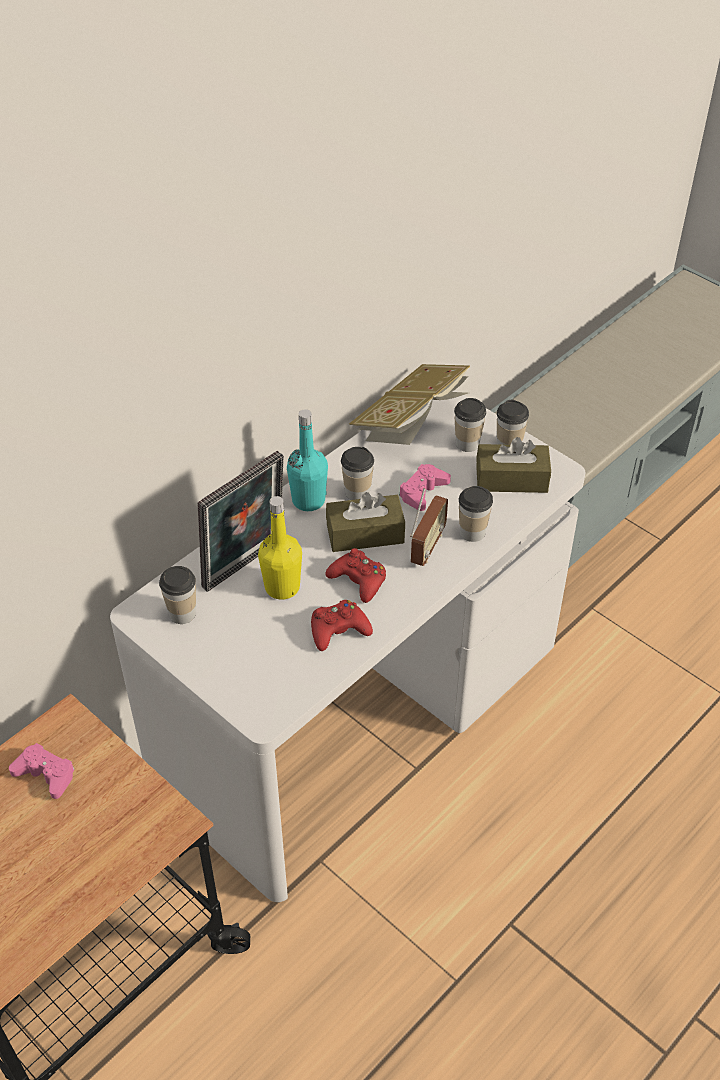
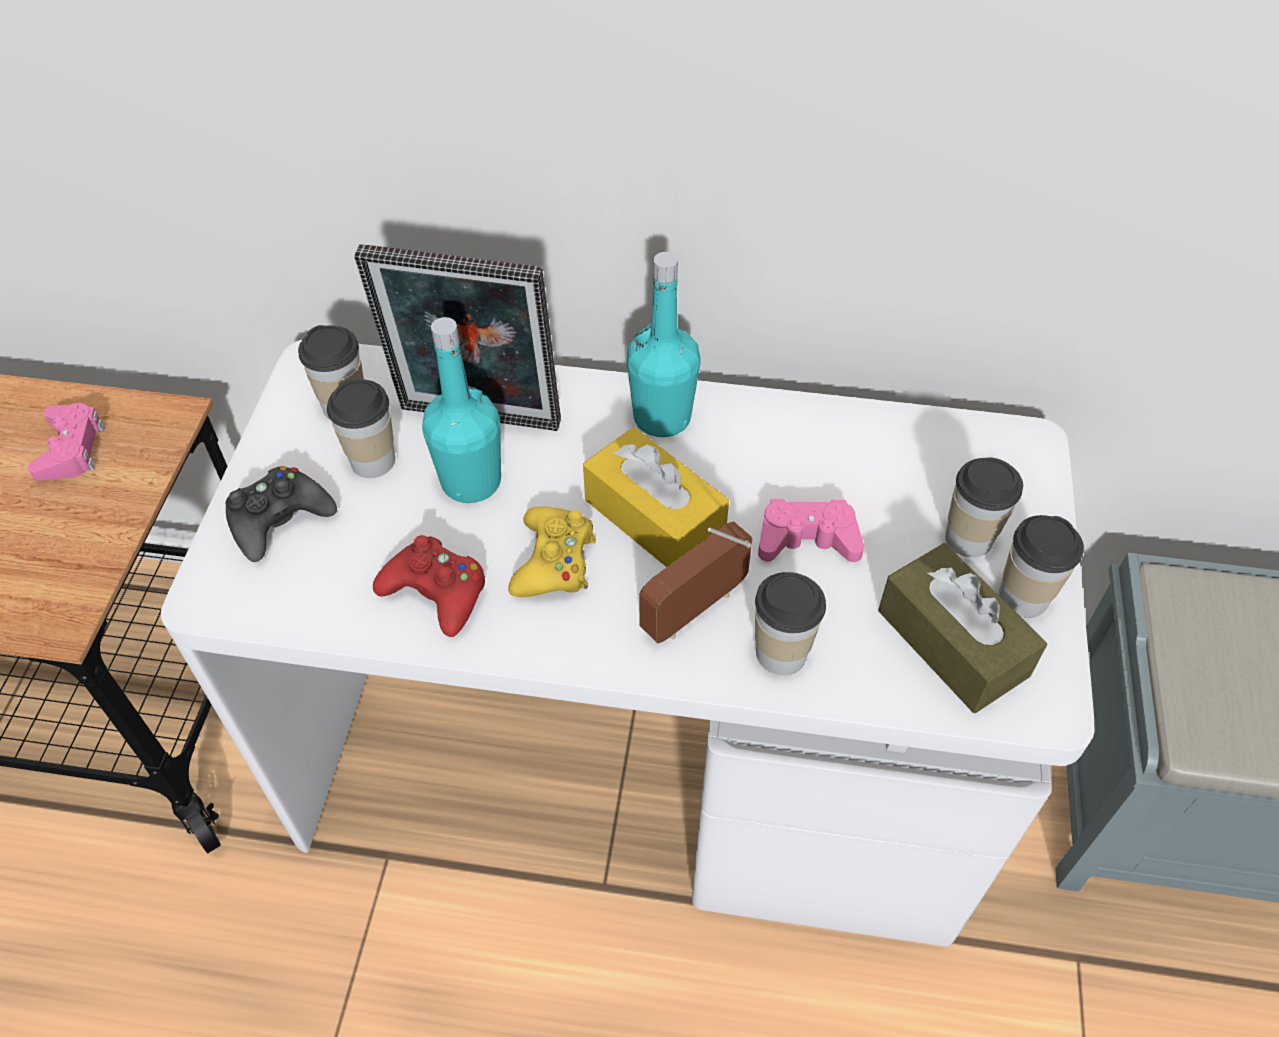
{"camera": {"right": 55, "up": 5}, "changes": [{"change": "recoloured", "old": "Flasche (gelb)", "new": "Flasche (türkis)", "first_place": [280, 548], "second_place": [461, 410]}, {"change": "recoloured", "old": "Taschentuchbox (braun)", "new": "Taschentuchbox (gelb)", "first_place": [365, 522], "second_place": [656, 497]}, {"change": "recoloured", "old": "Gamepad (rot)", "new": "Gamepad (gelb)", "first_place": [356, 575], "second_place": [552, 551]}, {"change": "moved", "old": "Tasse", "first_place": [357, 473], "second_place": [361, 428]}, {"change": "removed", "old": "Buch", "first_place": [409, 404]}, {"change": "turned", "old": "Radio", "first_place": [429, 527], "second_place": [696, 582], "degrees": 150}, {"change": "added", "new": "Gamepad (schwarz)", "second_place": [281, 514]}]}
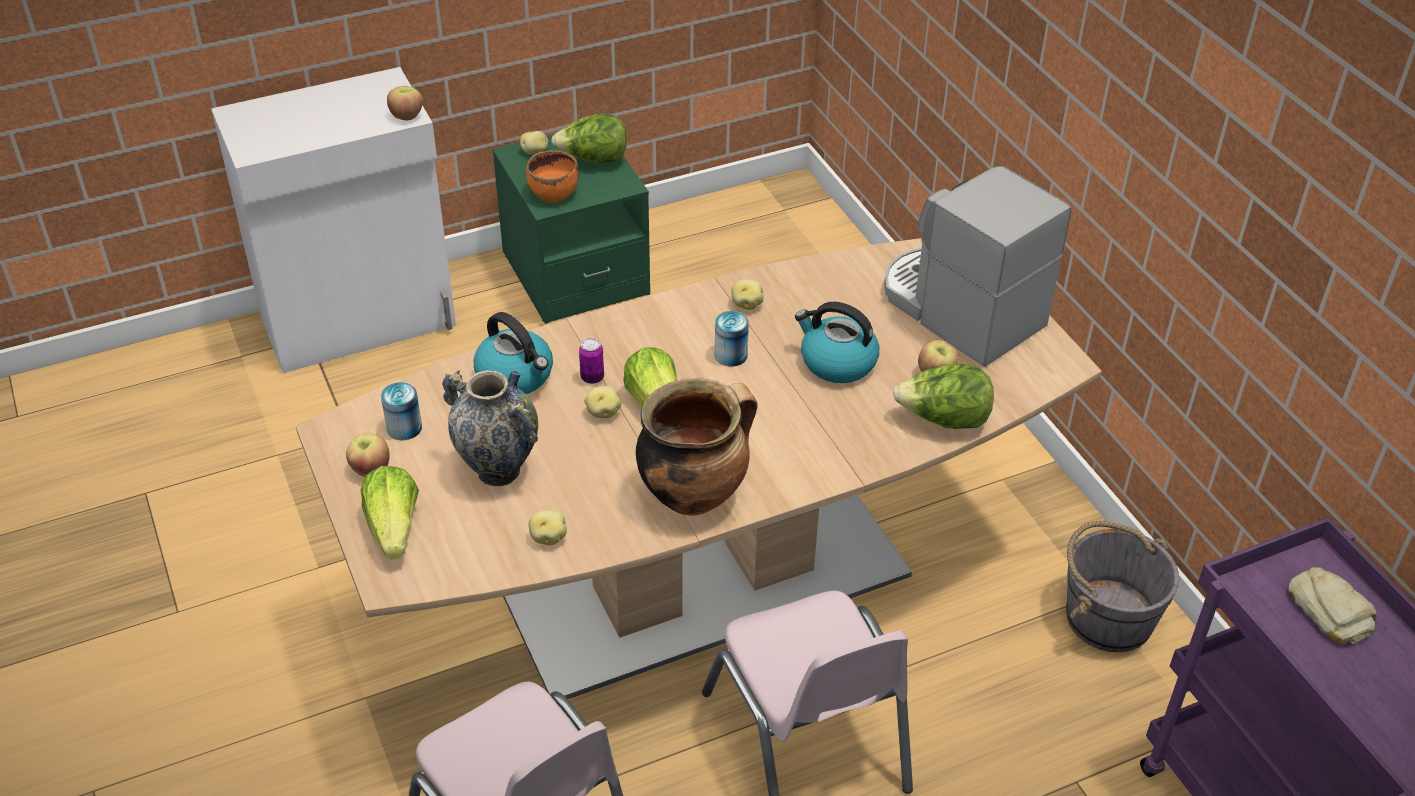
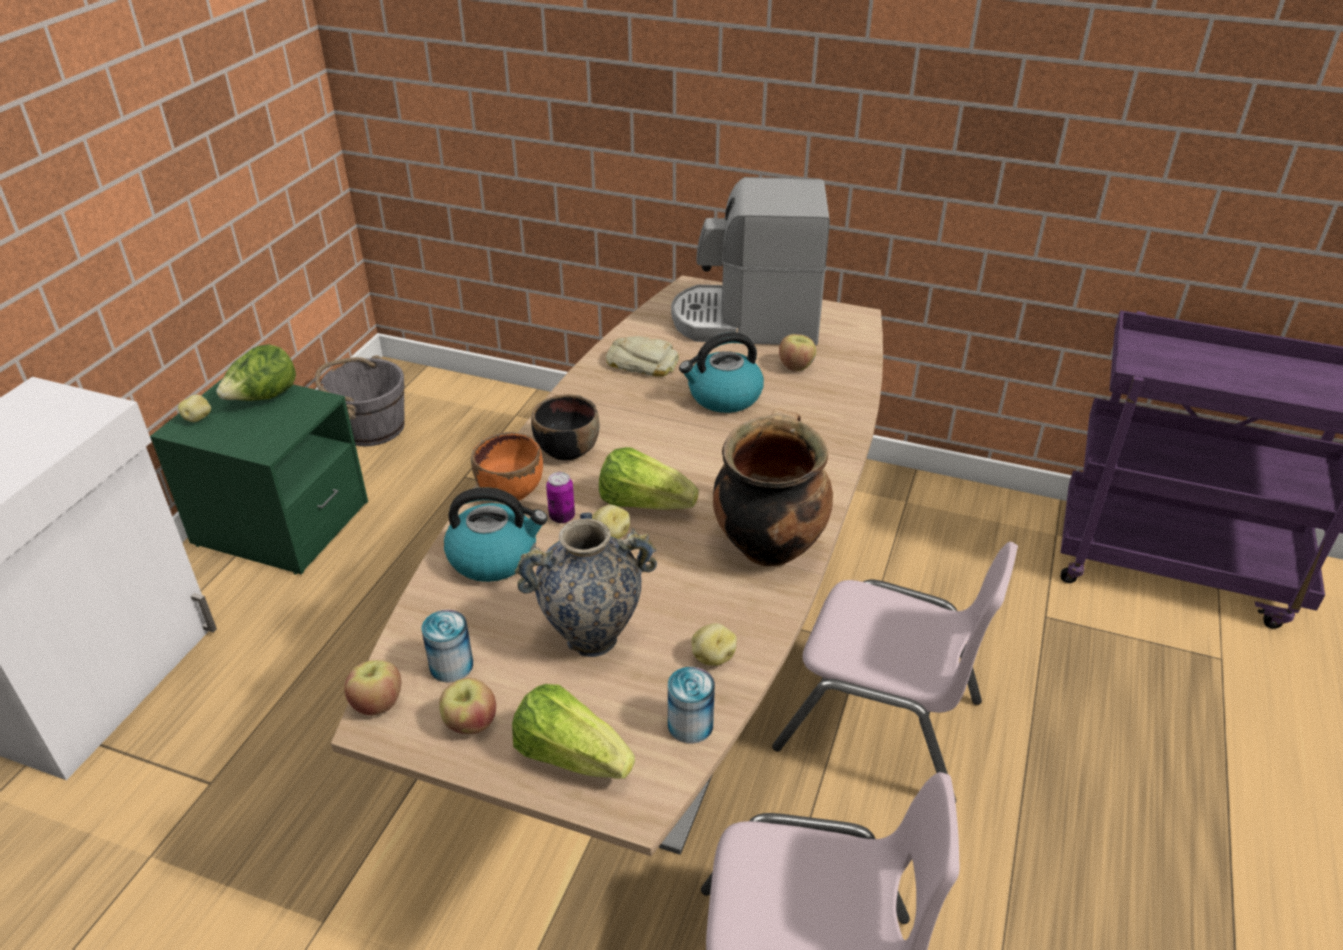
{"camera": {"right": -45, "up": -5}, "changes": [{"change": "moved", "old": "Apfel", "first_place": [405, 103], "second_place": [372, 687]}, {"change": "moved", "old": "Schüssel (orange)", "first_place": [552, 176], "second_place": [507, 466]}, {"change": "moved", "old": "Dose", "first_place": [732, 339], "second_place": [691, 705]}, {"change": "removed", "old": "Kartoffel", "first_place": [747, 294]}, {"change": "removed", "old": "Salatkopf", "first_place": [943, 396]}, {"change": "moved", "old": "Eimer (grau)", "first_place": [1122, 586], "second_place": [360, 400]}, {"change": "moved", "old": "Brot", "first_place": [1332, 605], "second_place": [642, 356]}, {"change": "added", "new": "Schüssel (schwarz)", "second_place": [565, 427]}]}
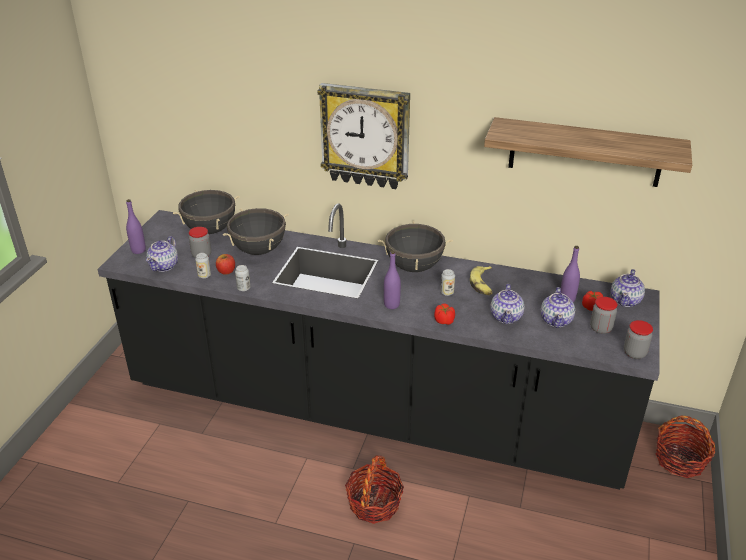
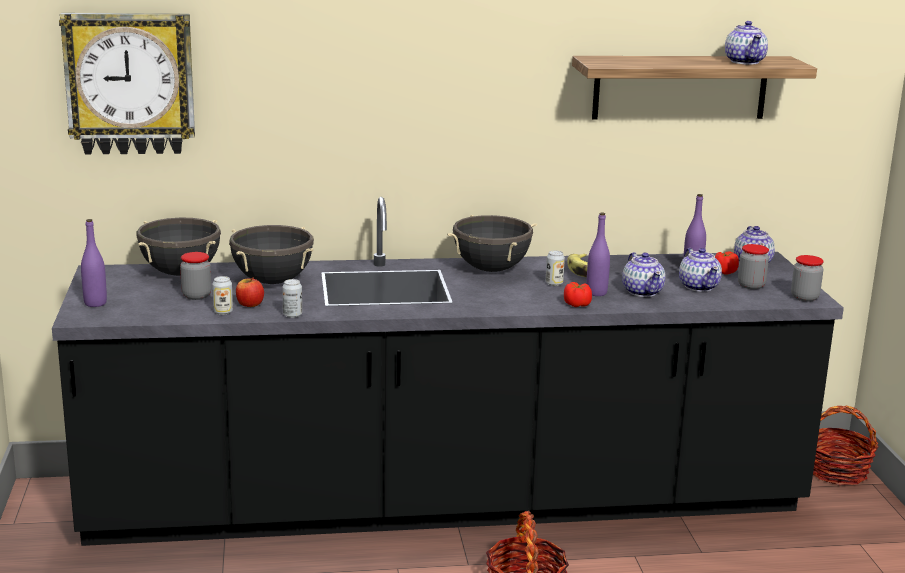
{"camera": {"right": -25, "up": -15}, "changes": [{"change": "moved", "old": "Teekanne", "first_place": [162, 254], "second_place": [746, 43]}, {"change": "moved", "old": "Wanduhr", "first_place": [364, 136], "second_place": [127, 84]}, {"change": "moved", "old": "Flasche (lila)", "first_place": [392, 280], "second_place": [598, 254]}]}
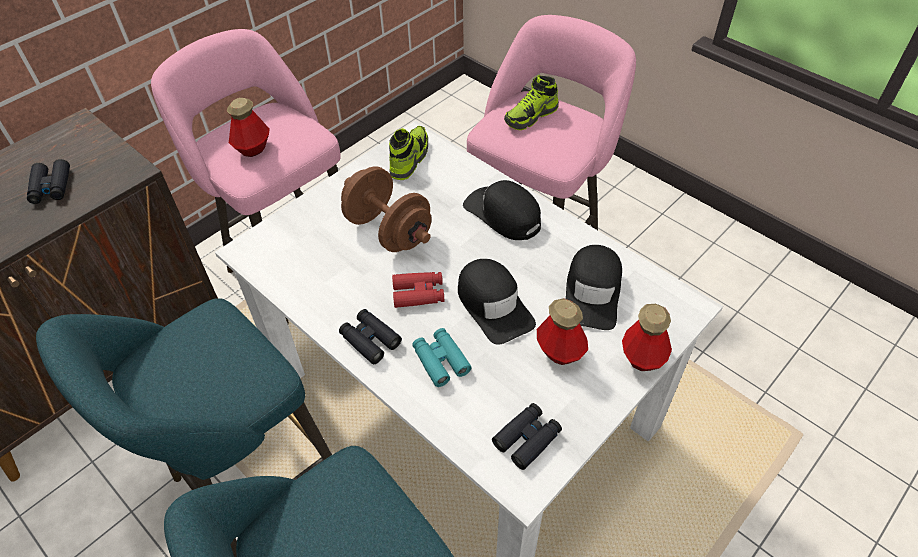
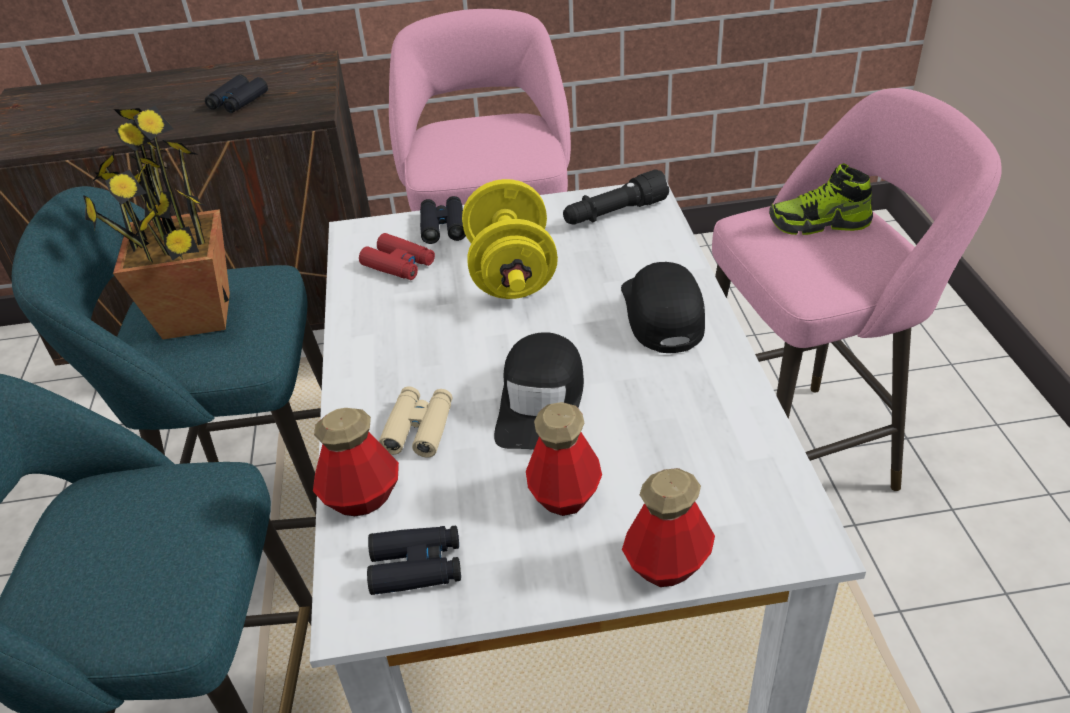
{"camera": {"right": 40, "up": -10}, "changes": [{"change": "moved", "old": "Flasche", "first_place": [248, 127], "second_place": [356, 462]}, {"change": "moved", "old": "Fernglas (schwarz)", "first_place": [370, 336], "second_place": [443, 220]}, {"change": "recoloured", "old": "Hantel (braun)", "new": "Hantel (gelb)", "first_place": [386, 209], "second_place": [510, 239]}, {"change": "replaced", "old": "Schuh", "new": "Taschenlampe (schwarz)", "first_place": [408, 153], "second_place": [616, 197]}, {"change": "moved", "old": "Fernglas (rot)", "first_place": [418, 290], "second_place": [397, 256]}, {"change": "recoloured", "old": "Fernglas (türkis)", "new": "Fernglas (beige)", "first_place": [442, 357], "second_place": [415, 422]}, {"change": "removed", "old": "Kappe (schwarz)", "first_place": [594, 287]}, {"change": "added", "new": "Topfpflanze", "second_place": [156, 222]}]}
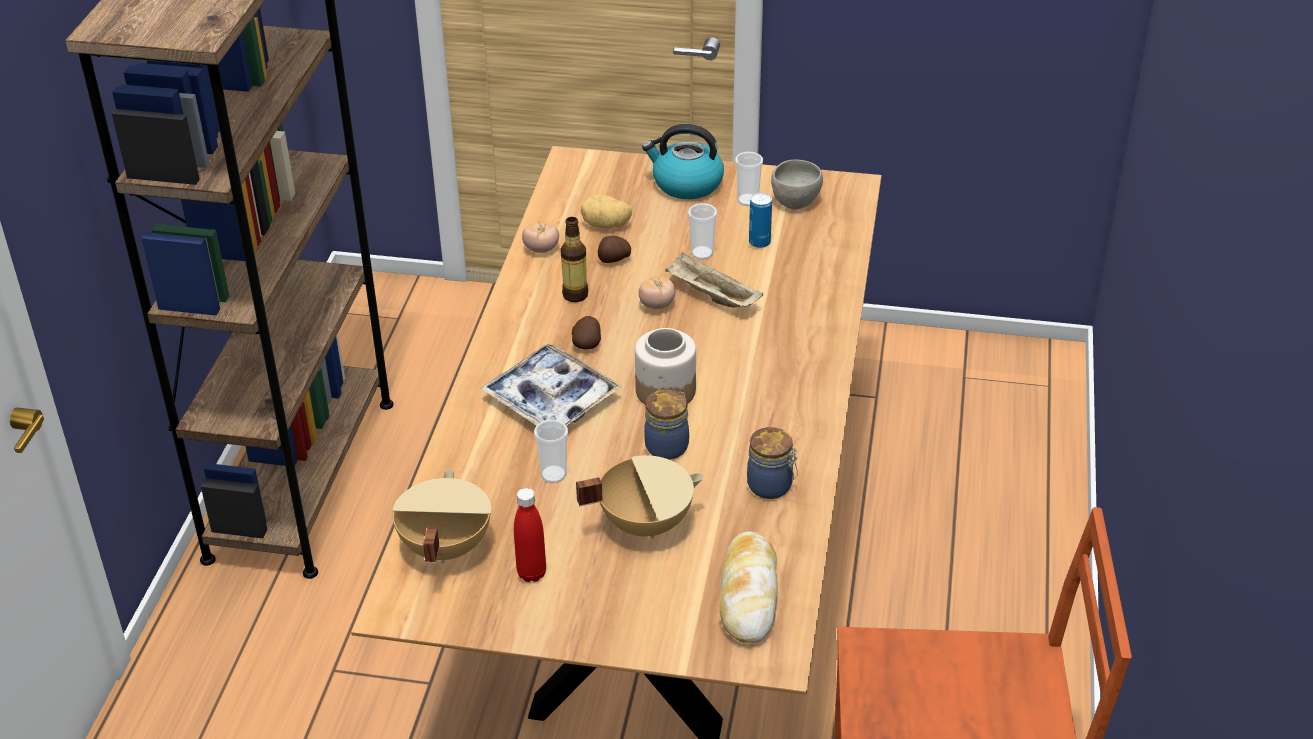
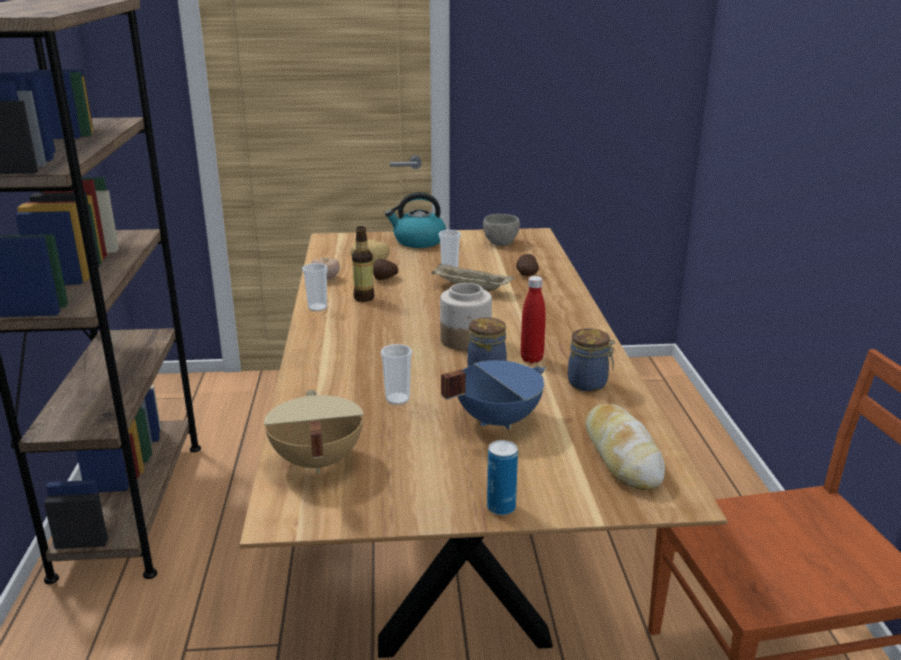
{"camera": {"right": -15, "up": -15}, "changes": [{"change": "removed", "old": "Tablett", "first_place": [551, 385]}, {"change": "moved", "old": "Flasche (rot)", "first_place": [530, 535], "second_place": [533, 319]}, {"change": "moved", "old": "Kartoffel", "first_place": [586, 332], "second_place": [527, 265]}, {"change": "recoloured", "old": "Kochtopf (beige)", "new": "Kochtopf (blau)", "first_place": [640, 497], "second_place": [493, 395]}, {"change": "removed", "old": "Tomate", "first_place": [657, 292]}, {"change": "moved", "old": "Tasse", "first_place": [749, 179], "second_place": [314, 287]}, {"change": "moved", "old": "Dose", "first_place": [760, 220], "second_place": [502, 477]}]}
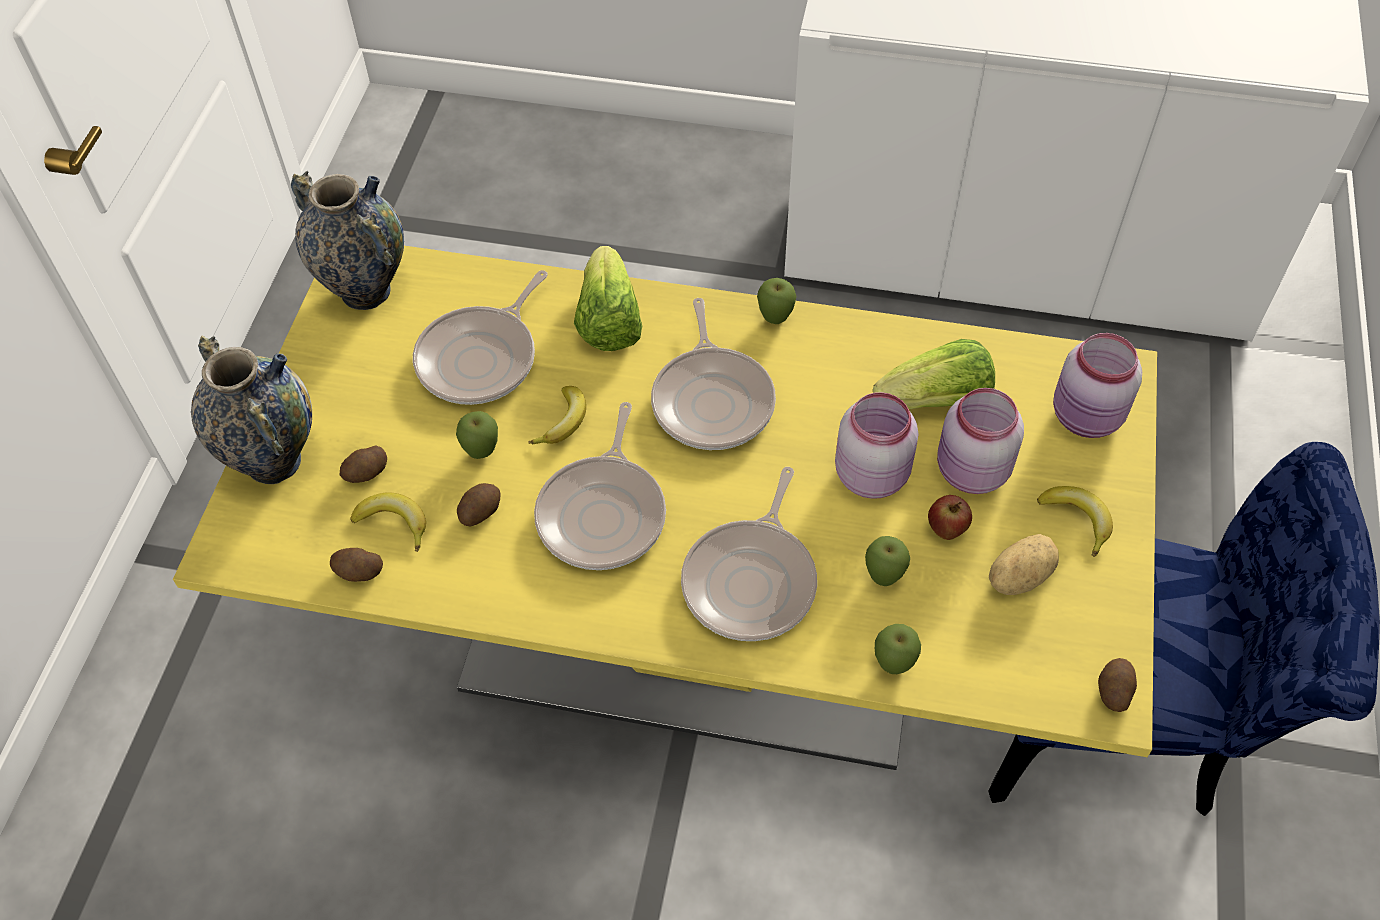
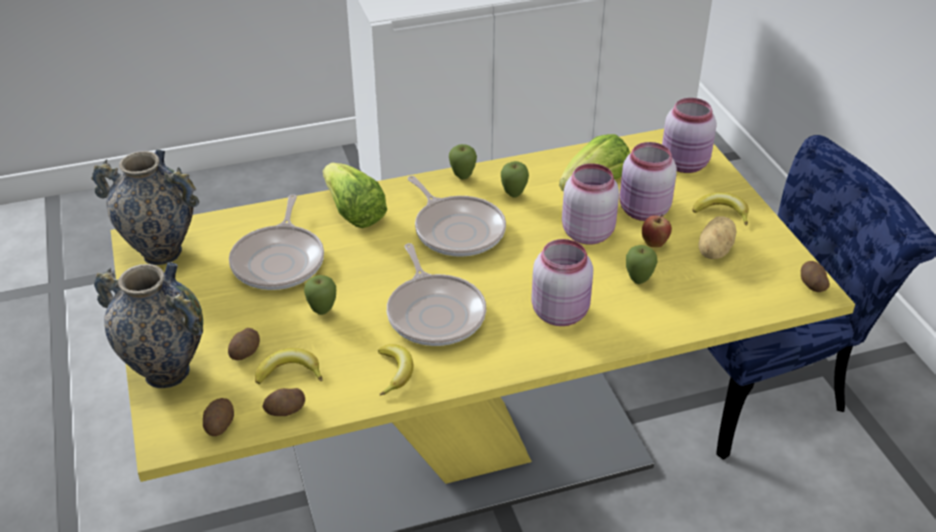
{"camera": {"right": -30, "up": -15}, "changes": [{"change": "moved", "old": "Kartoffel", "first_place": [479, 504], "second_place": [218, 417]}, {"change": "moved", "old": "Banane", "first_place": [557, 415], "second_place": [395, 370]}, {"change": "replaced", "old": "Pfanne", "new": "Vorratsglas (rosa)", "first_place": [749, 554], "second_place": [562, 282]}, {"change": "moved", "old": "Apfel", "first_place": [898, 649], "second_place": [515, 179]}]}
